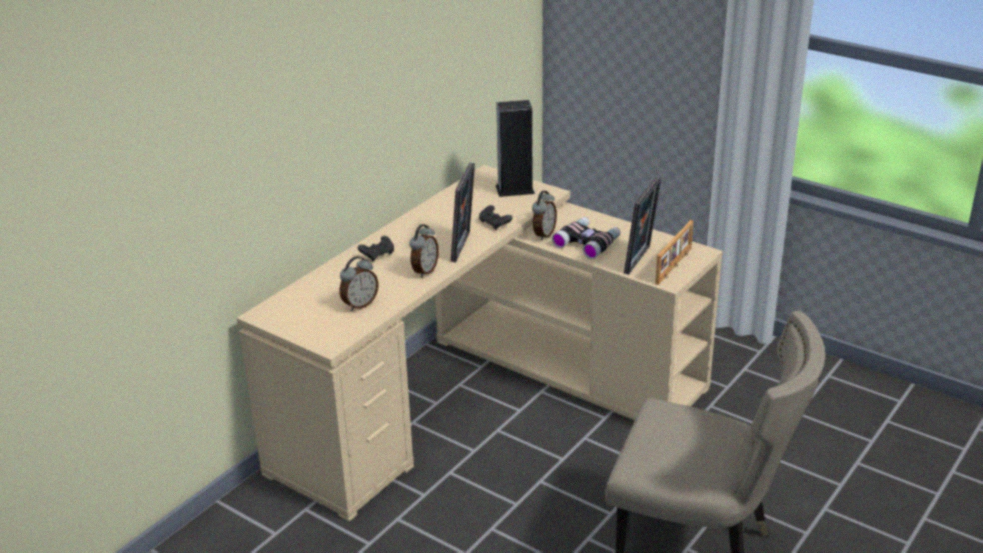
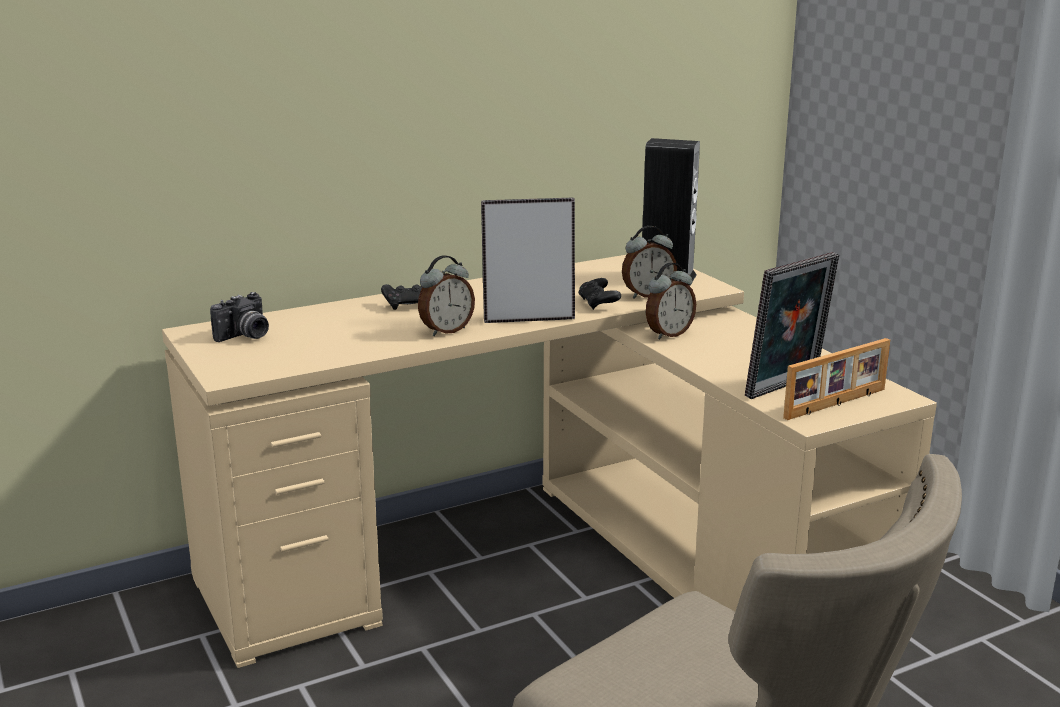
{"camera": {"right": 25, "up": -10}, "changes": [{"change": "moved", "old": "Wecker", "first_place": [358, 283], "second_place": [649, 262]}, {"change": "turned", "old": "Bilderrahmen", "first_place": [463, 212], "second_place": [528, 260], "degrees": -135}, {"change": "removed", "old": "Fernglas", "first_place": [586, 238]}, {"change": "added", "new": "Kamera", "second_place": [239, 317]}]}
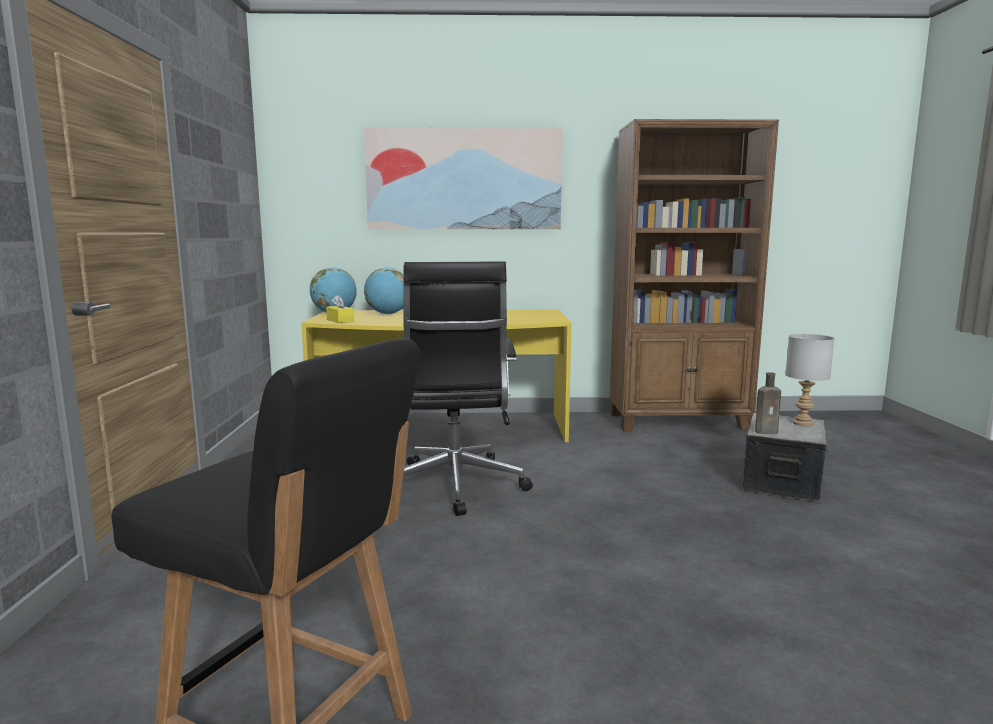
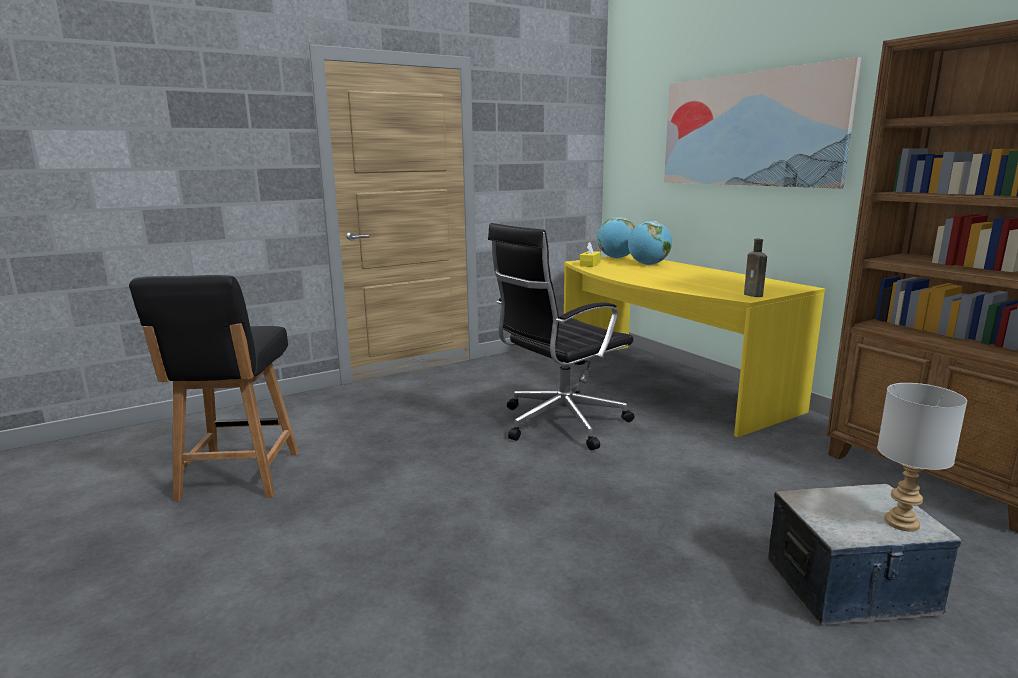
{"camera": {"right": 60, "up": 5}, "changes": [{"change": "moved", "old": "Flasche (braun)", "first_place": [768, 403], "second_place": [755, 268]}]}
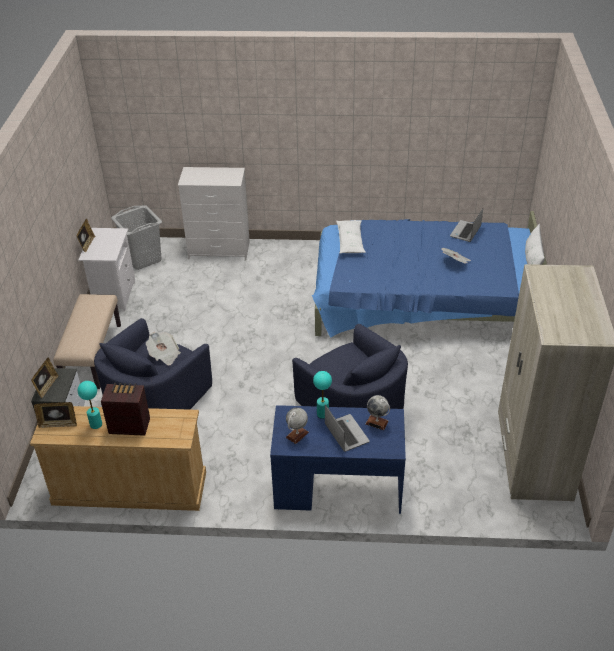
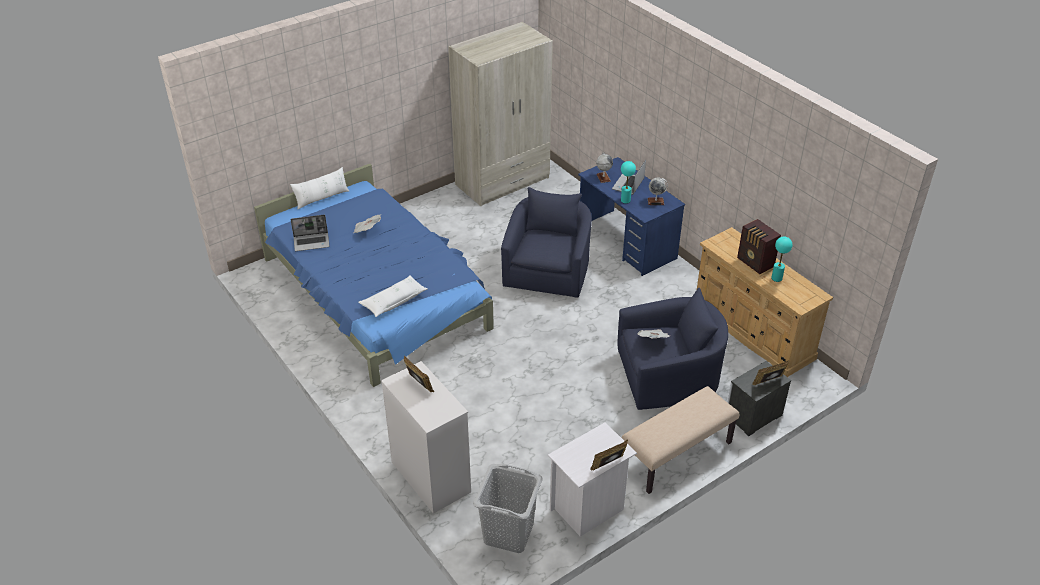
{"camera": {"right": -130, "up": 0}, "changes": [{"change": "moved", "old": "Bilderrahmen", "first_place": [55, 415], "second_place": [419, 373]}]}
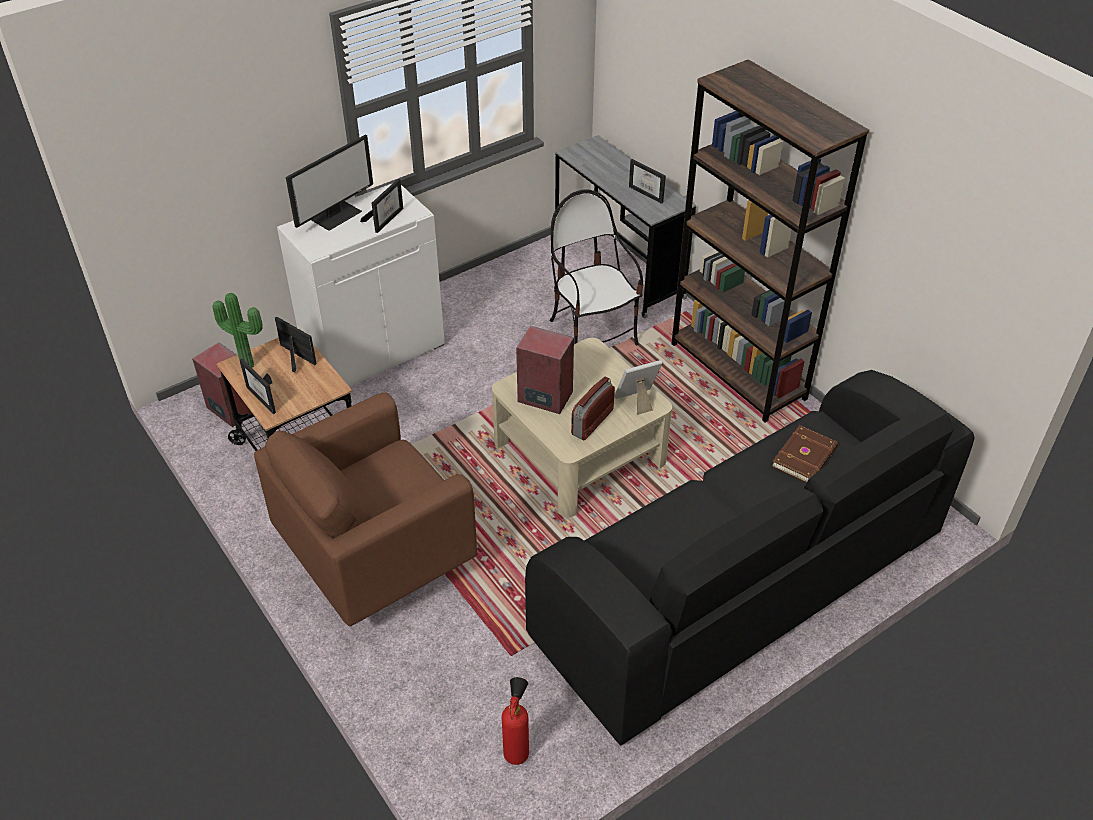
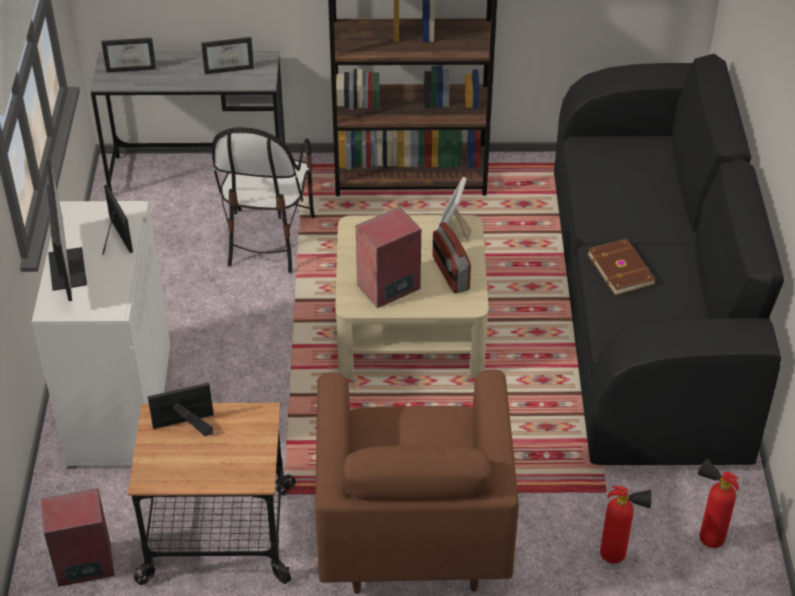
{"camera": {"right": -55, "up": 0}, "changes": [{"change": "removed", "old": "Topfpflanze", "first_place": [237, 330]}, {"change": "moved", "old": "Bilderrahmen", "first_place": [258, 386], "second_place": [129, 55]}, {"change": "turned", "old": "Stuhl", "first_place": [596, 267], "second_place": [263, 200], "degrees": -90}, {"change": "moved", "old": "Buch (braun)", "first_place": [805, 454], "second_place": [621, 267]}, {"change": "added", "new": "Feuerlöscher", "second_place": [626, 524]}]}
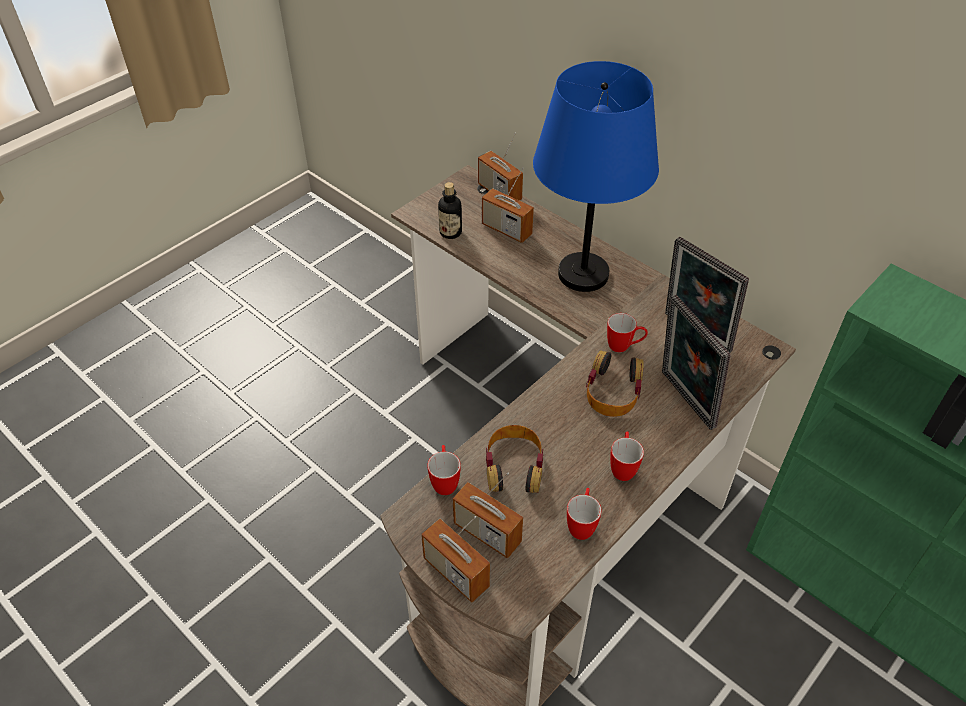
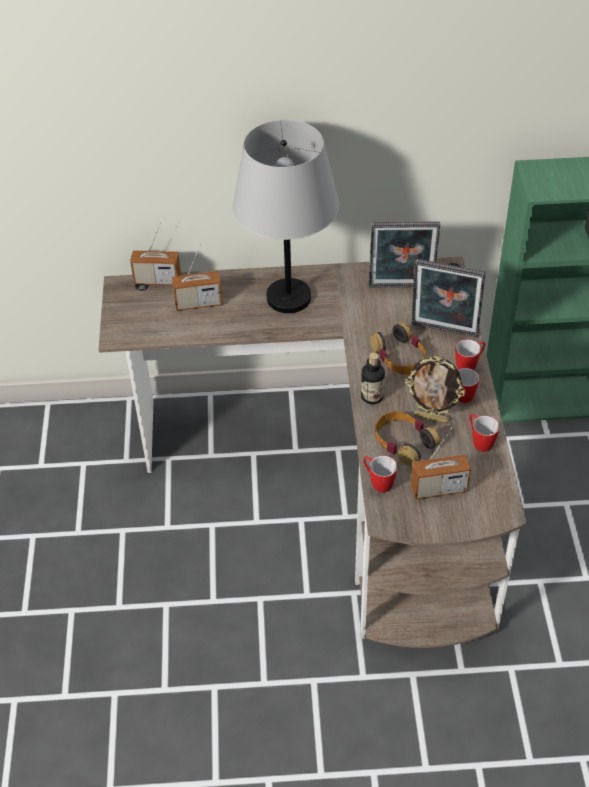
{"camera": {"right": -45, "up": 0}, "changes": [{"change": "removed", "old": "Radio", "first_place": [455, 559]}, {"change": "moved", "old": "Flasche", "first_place": [450, 210], "second_place": [373, 378]}, {"change": "recoloured", "old": "Tischlampe (blau)", "new": "Tischlampe (grau)", "first_place": [596, 176], "second_place": [286, 216]}, {"change": "moved", "old": "Henkelbecher", "first_place": [627, 332], "second_place": [470, 354]}, {"change": "added", "new": "Bilderrahmen", "second_place": [435, 389]}]}
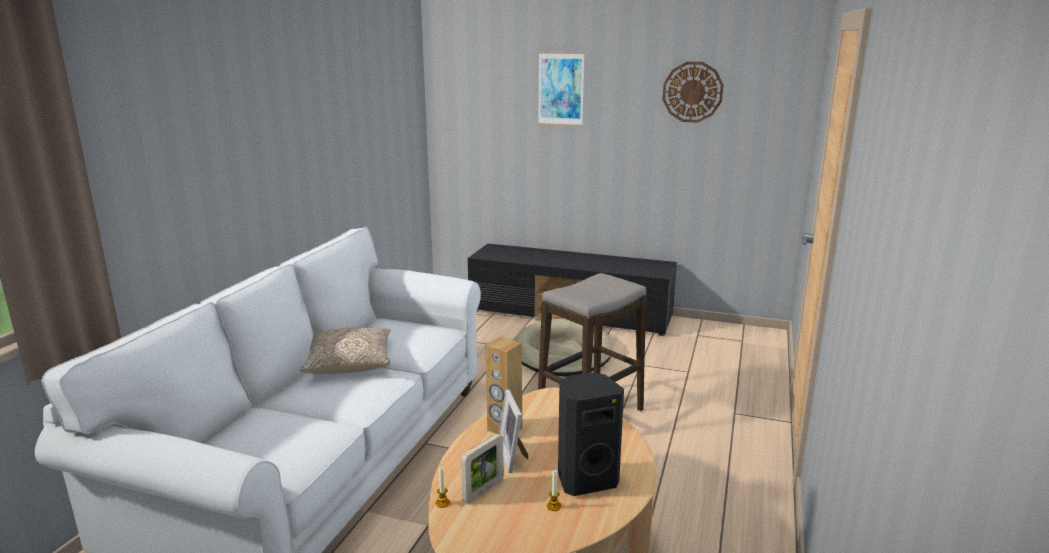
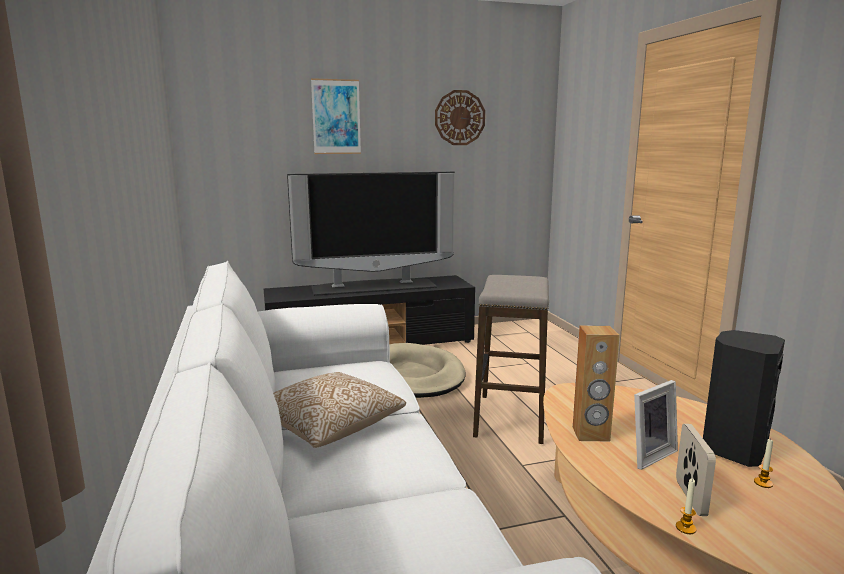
{"camera": {"right": -35, "up": -5}, "changes": [{"change": "turned", "old": "Bilderrahmen", "first_place": [513, 431], "second_place": [656, 425], "degrees": -75}, {"change": "added", "new": "Fernseher", "second_place": [371, 234]}]}
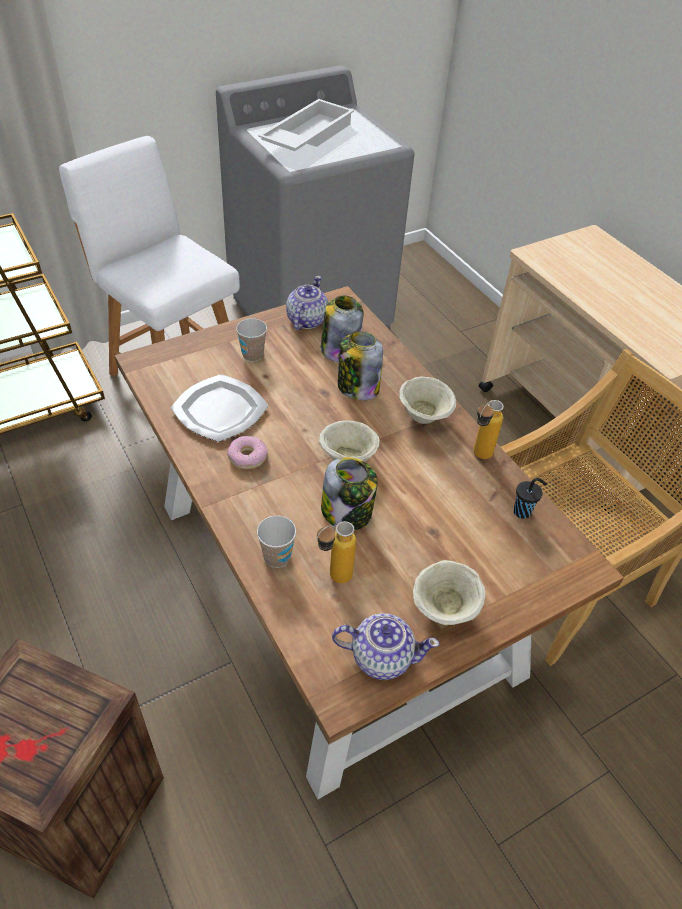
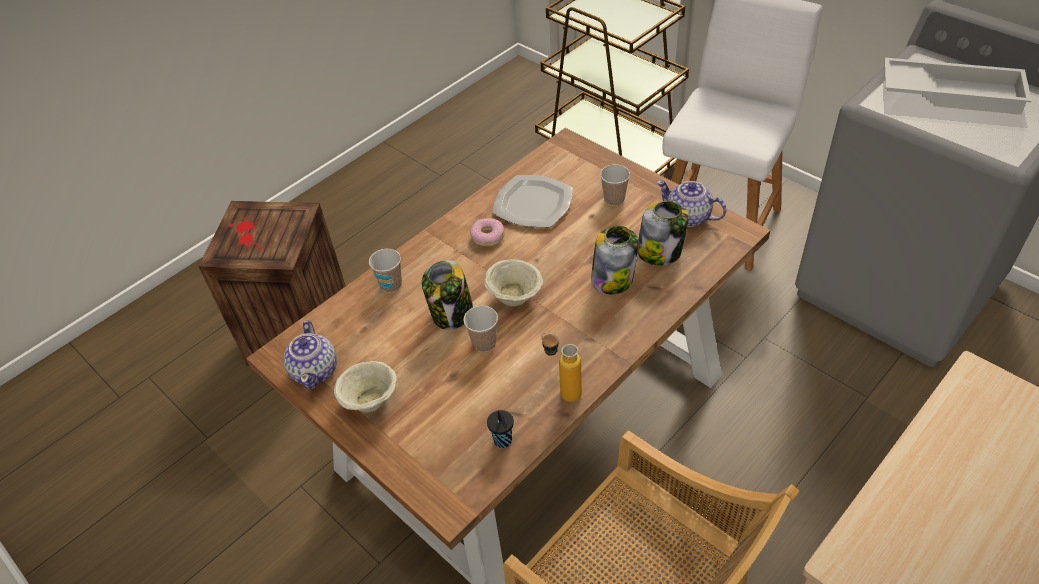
{"camera": {"right": 80, "up": 0}, "changes": [{"change": "turned", "old": "Teekanne", "first_place": [307, 303], "second_place": [691, 203], "degrees": -150}, {"change": "removed", "old": "Flasche", "first_place": [336, 552]}, {"change": "removed", "old": "Schüssel (beige)", "first_place": [427, 400]}, {"change": "added", "new": "Tasse", "second_place": [481, 329]}]}
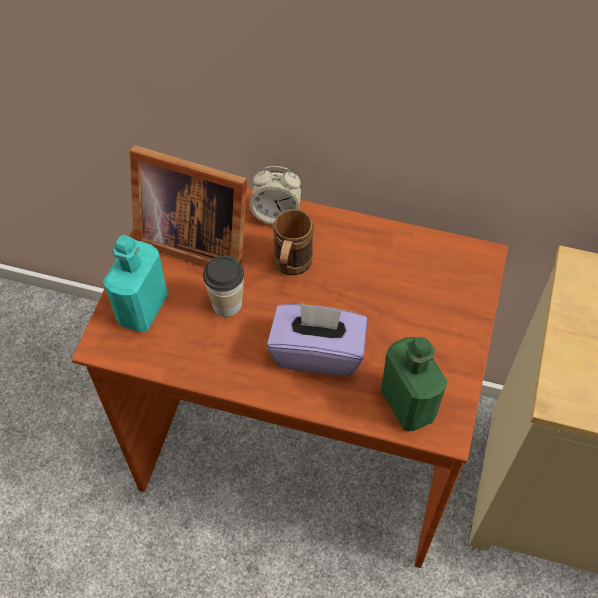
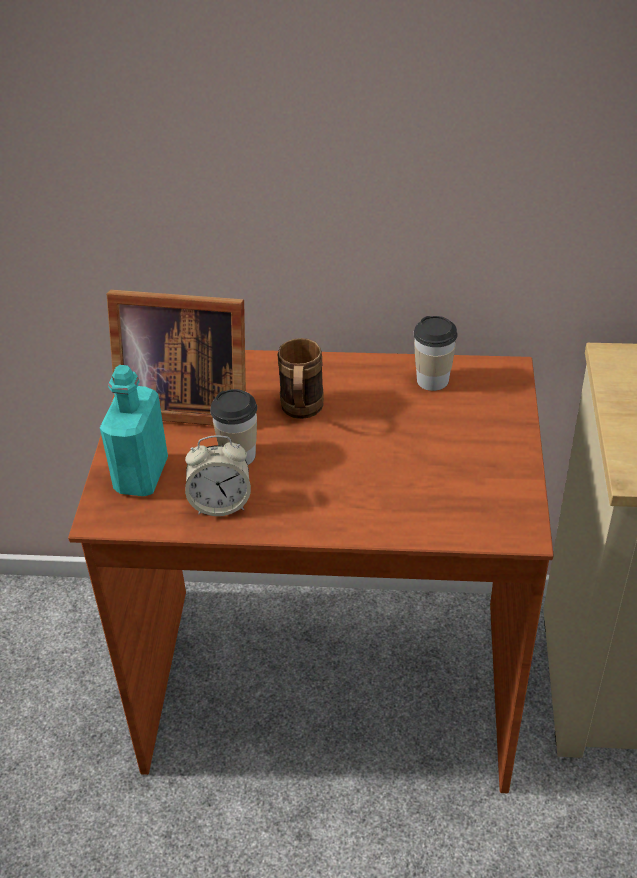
{"camera": {"right": -10, "up": -15}, "changes": [{"change": "moved", "old": "Wecker", "first_place": [276, 195], "second_place": [218, 475]}, {"change": "removed", "old": "Taschentuchbox (lila)", "first_place": [317, 339]}, {"change": "removed", "old": "Flasche (grün)", "first_place": [414, 384]}, {"change": "added", "new": "Tasse", "second_place": [435, 353]}]}
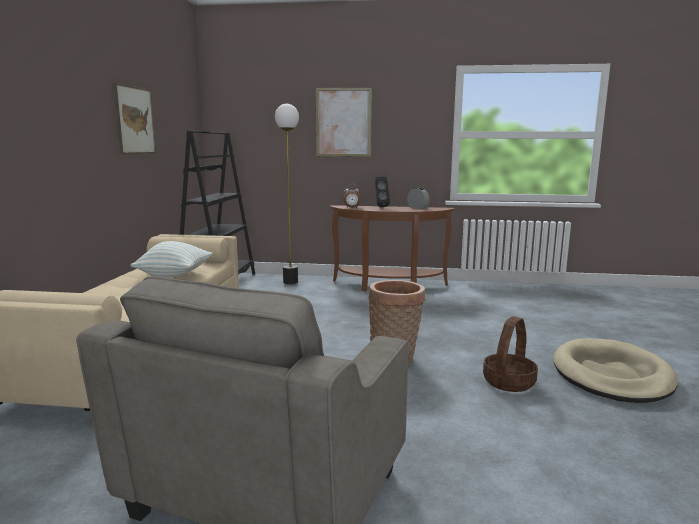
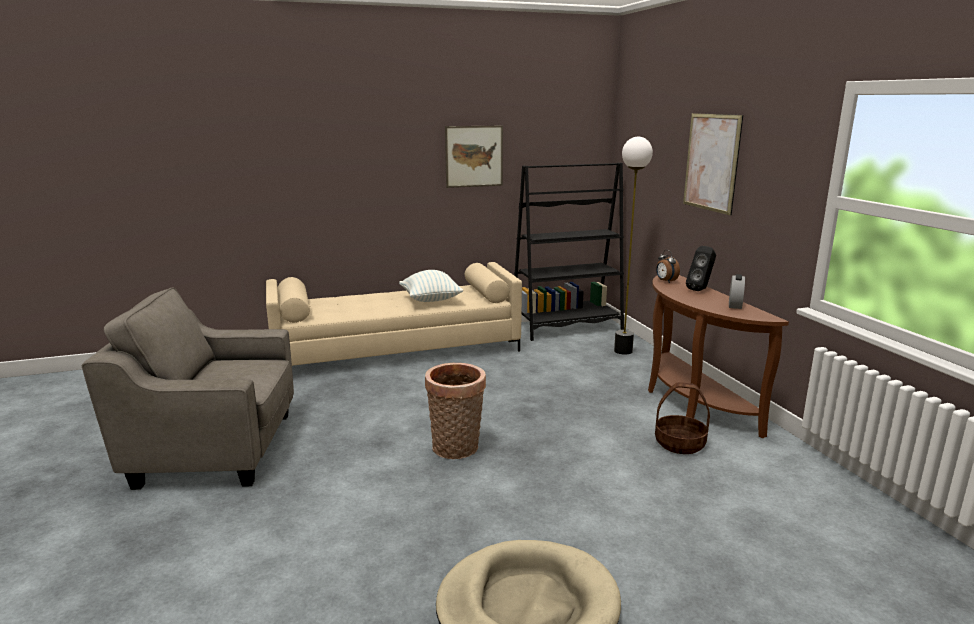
{"camera": {"right": 65, "up": 5}, "changes": [{"change": "moved", "old": "Korb", "first_place": [510, 354], "second_place": [682, 418]}]}
